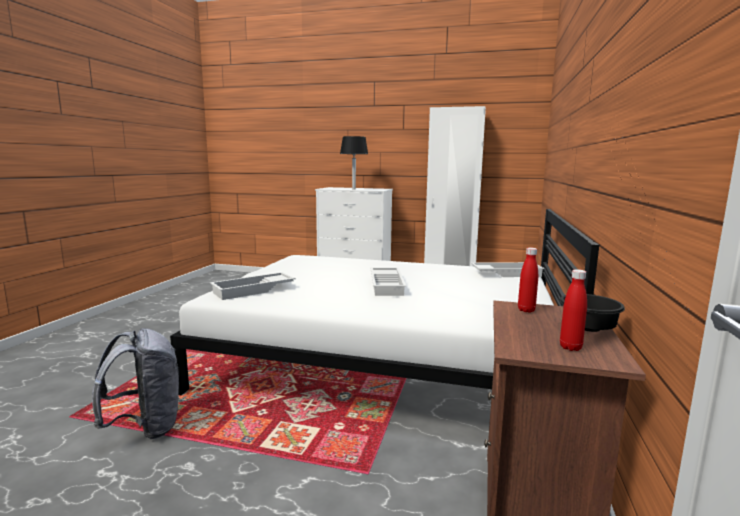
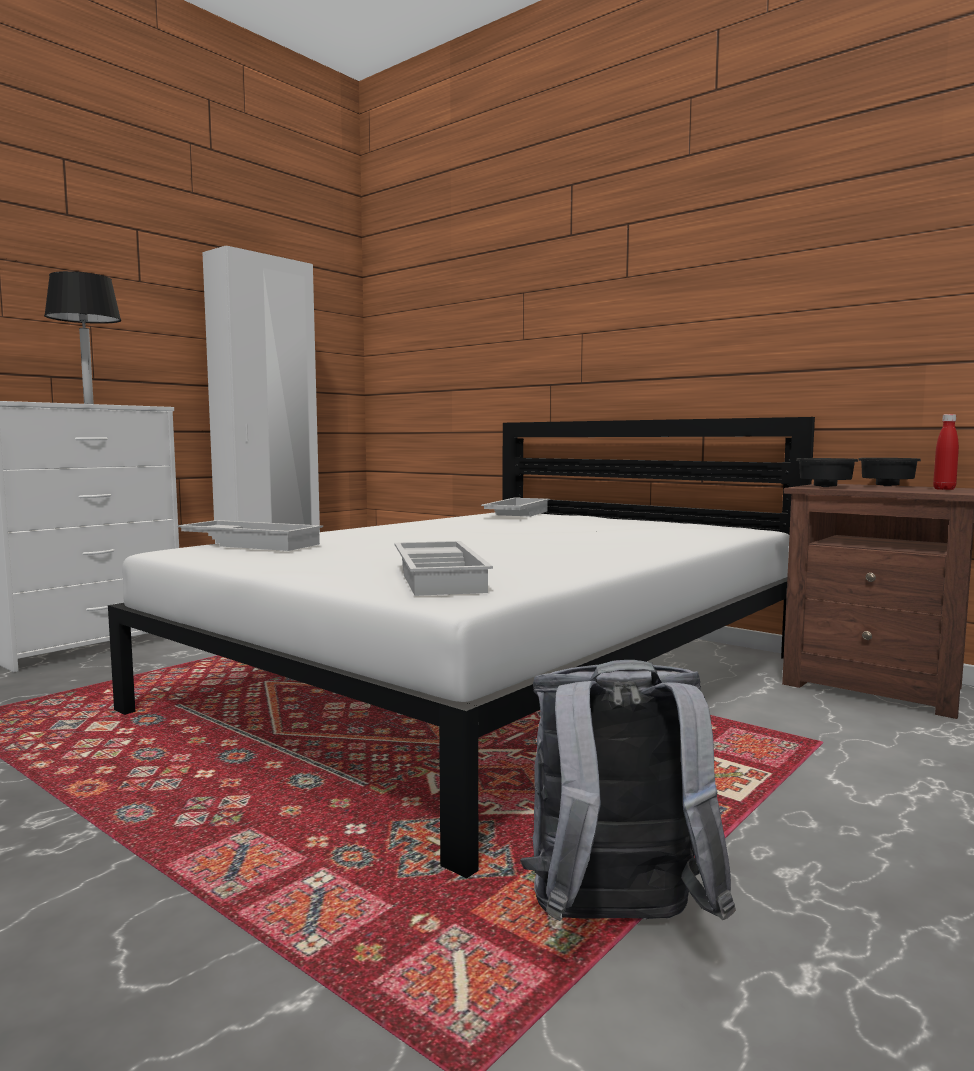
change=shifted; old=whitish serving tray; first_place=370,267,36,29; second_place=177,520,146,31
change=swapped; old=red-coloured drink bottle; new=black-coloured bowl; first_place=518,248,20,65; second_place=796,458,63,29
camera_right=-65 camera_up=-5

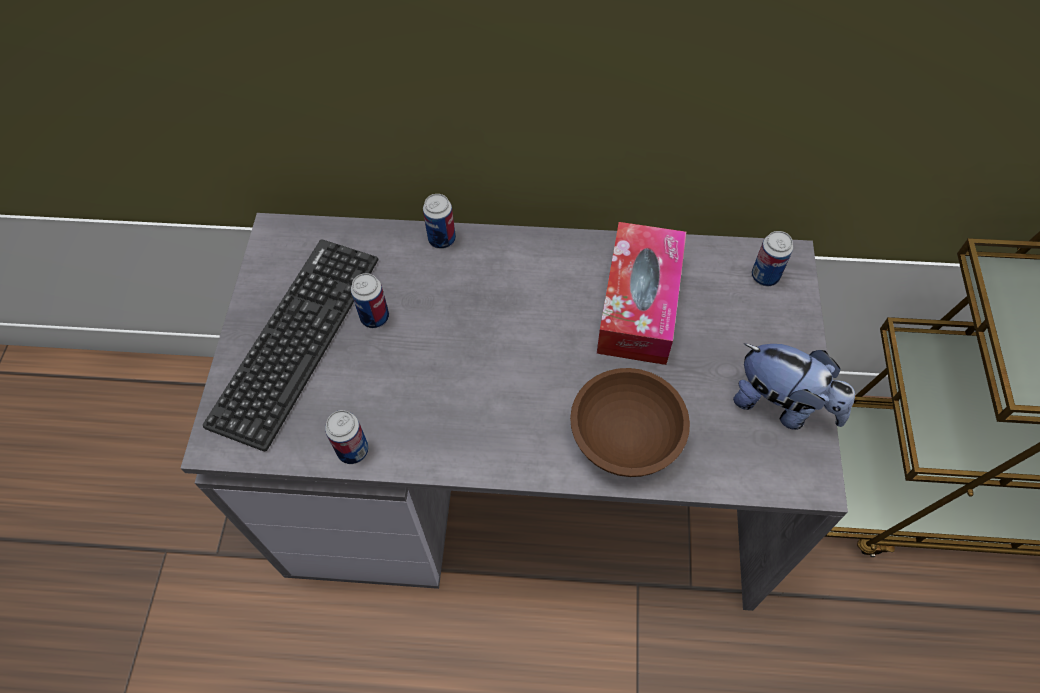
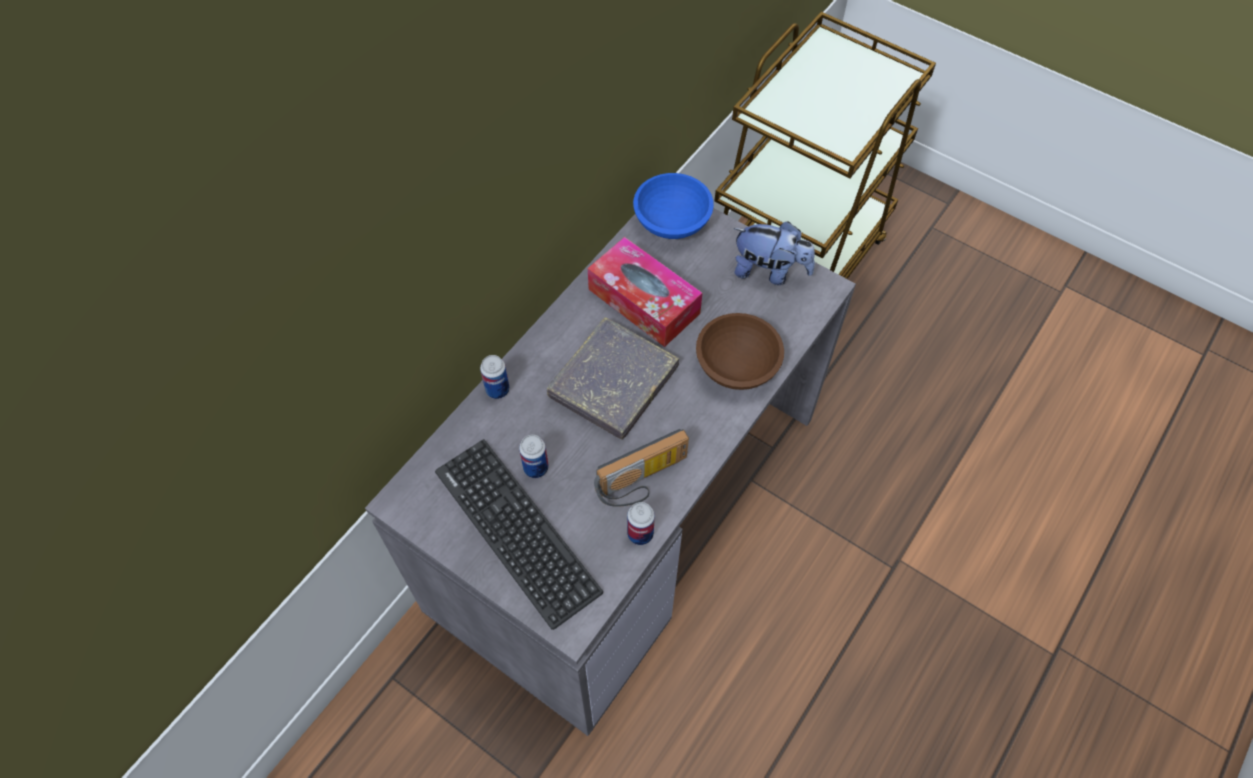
change=new; new=gray volume; second_place=547,317,132,123
change=new; new=radio; second_place=594,429,95,78
change=swapped; old=can; new=bluish bowl; first_place=752,231,41,55; second_place=633,173,81,66
change=rotated; old=cuddly toy; first_place=733,343,122,87; second_place=733,221,82,64; degrees=45
camera_right=-60 camera_up=0

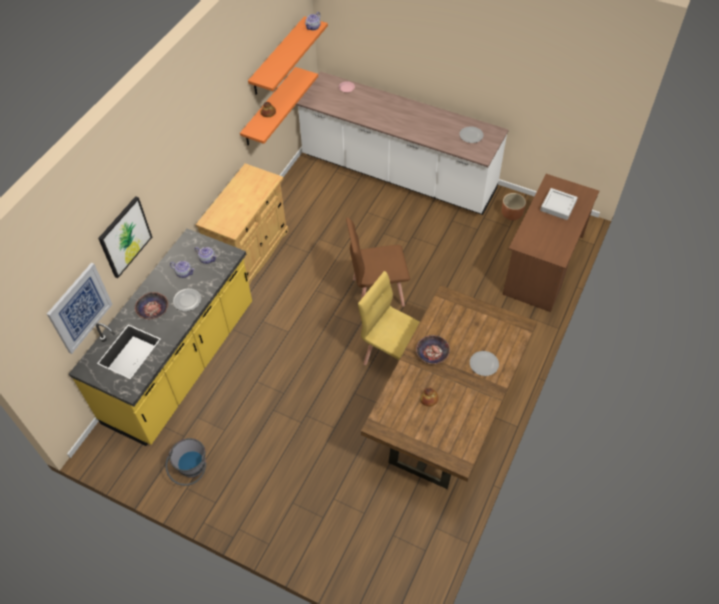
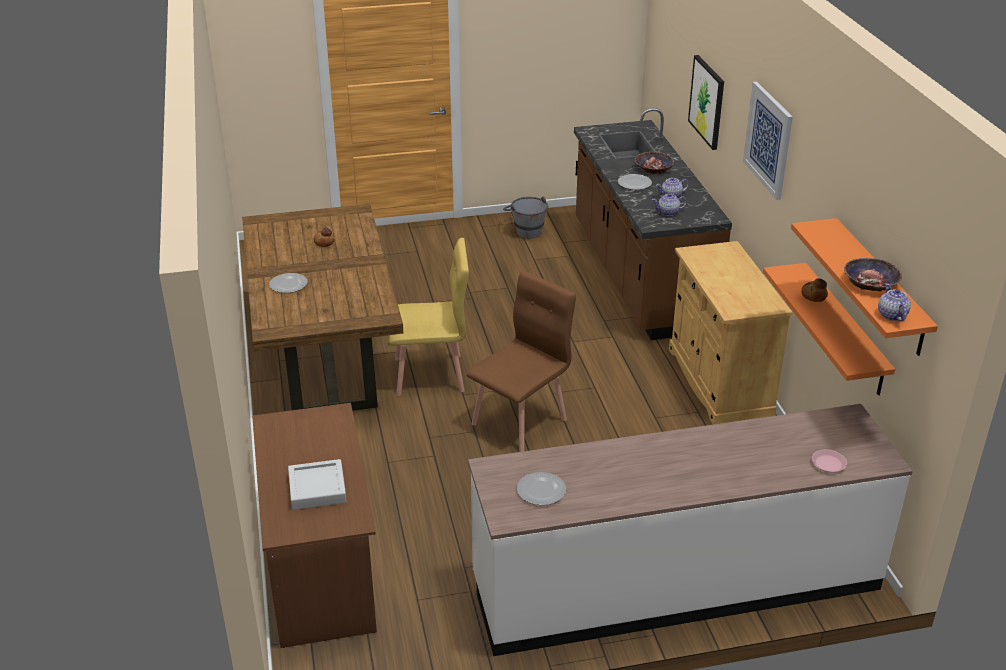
change=repainted; old=yellow-coloured kitchen counter; new=brown-coloured kitchen counter; first_place=69,228,183,218; second_place=574,108,158,232
change=shifted; old=wall art; first_place=47,263,66,91; second_place=743,82,50,118
change=shifted; old=bowl; first_place=416,335,34,29; second_place=844,258,58,33
change=gone; old=brown-coloured flower pot; first_place=502,193,24,27
camera_right=140 camera_up=-20

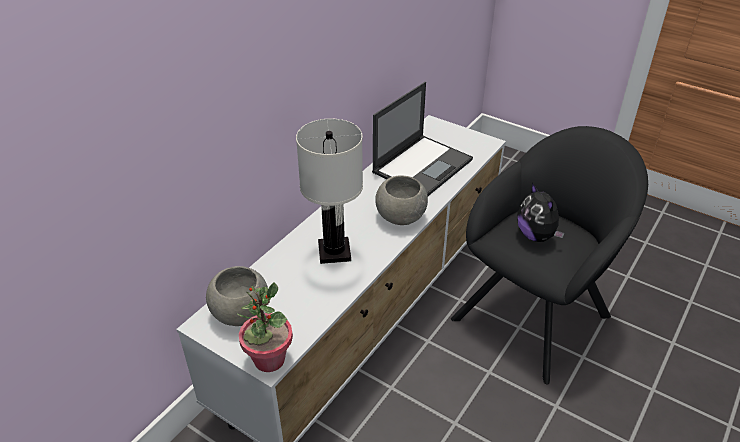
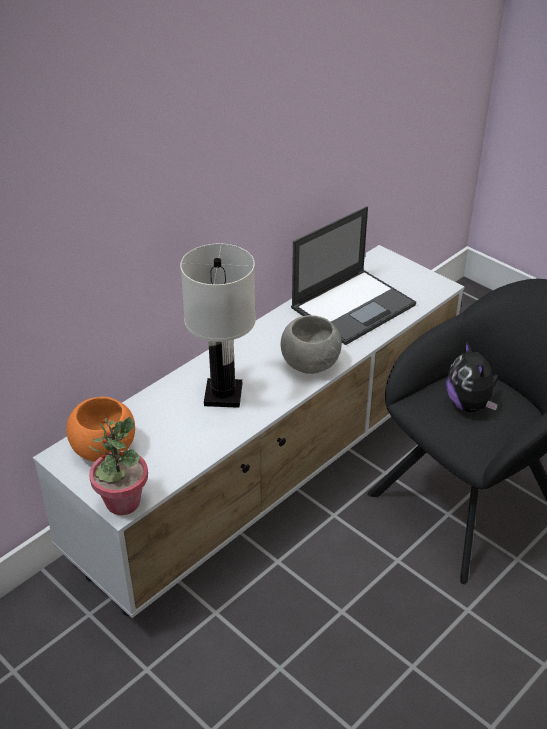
change=repainted; old=gray bowl; new=orange bowl; first_place=206,266,62,60; second_place=66,397,69,65
camera_right=10 camera_up=0

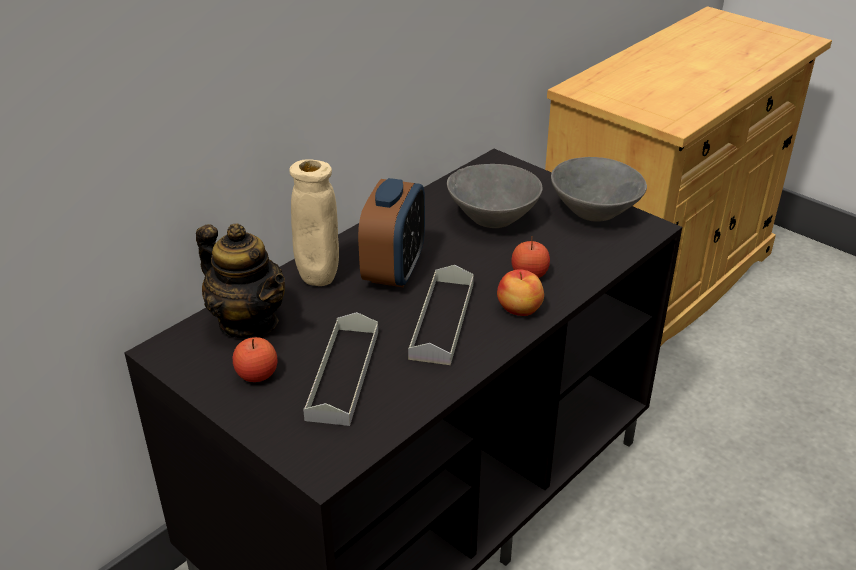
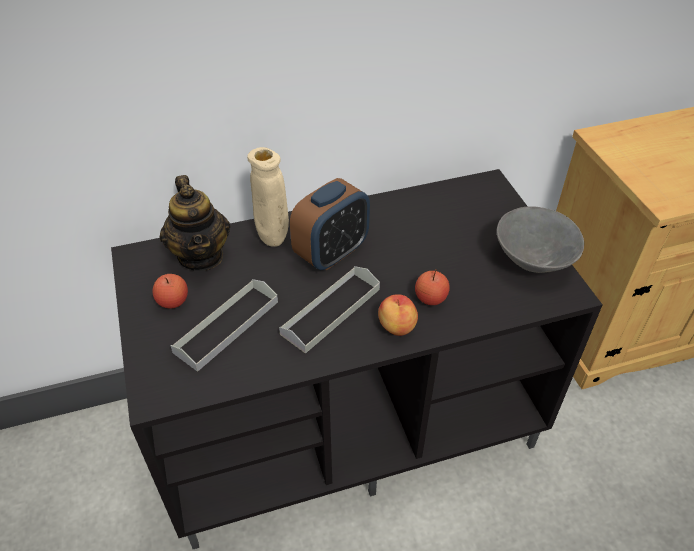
change=gone; old=gray bowl; first_place=447,164,96,64
camera_right=30 camera_up=10

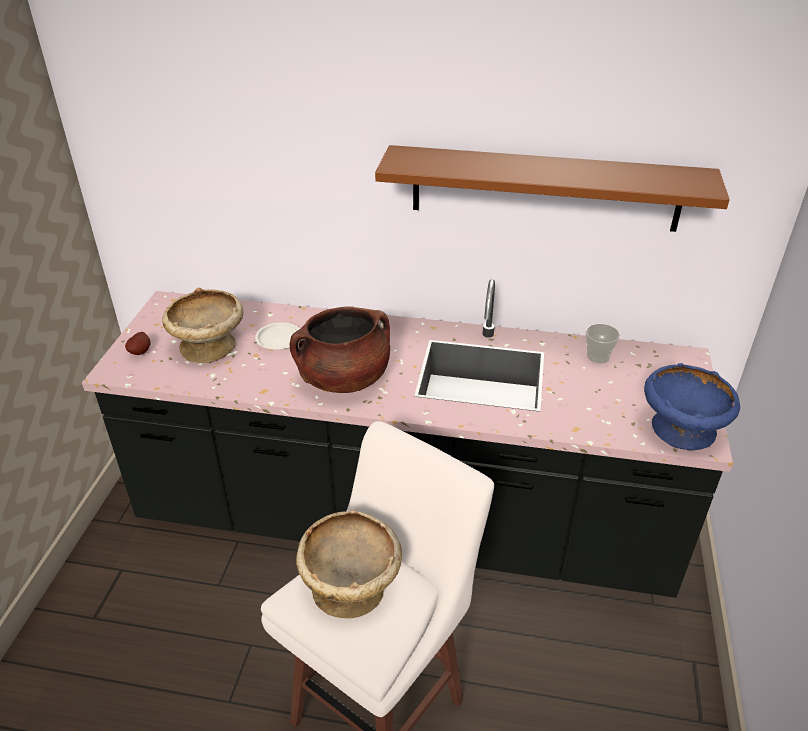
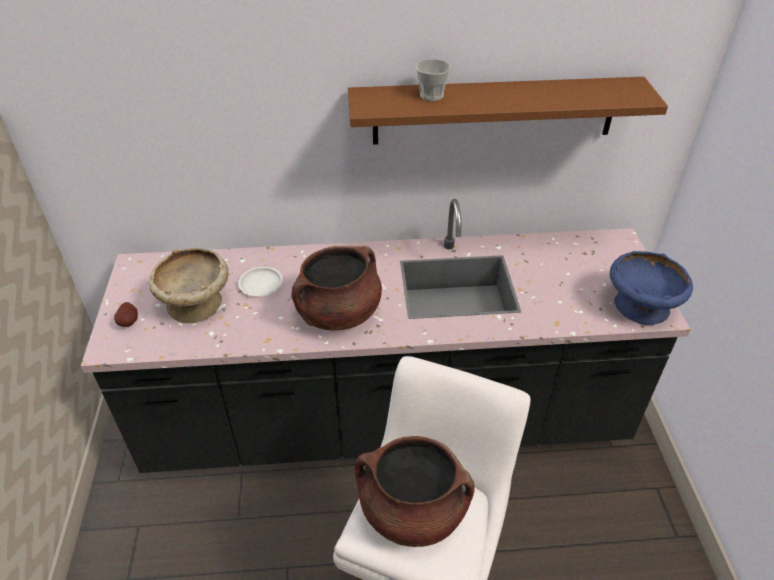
change=swapped; old=sand-coloured bowl; new=brown-coloured cooking pot; first_place=296,510,106,109; second_place=355,436,120,111
change=shifted; old=small cup; first_place=586,324,34,39; second_place=415,59,36,42
camera_right=-15 camera_up=5

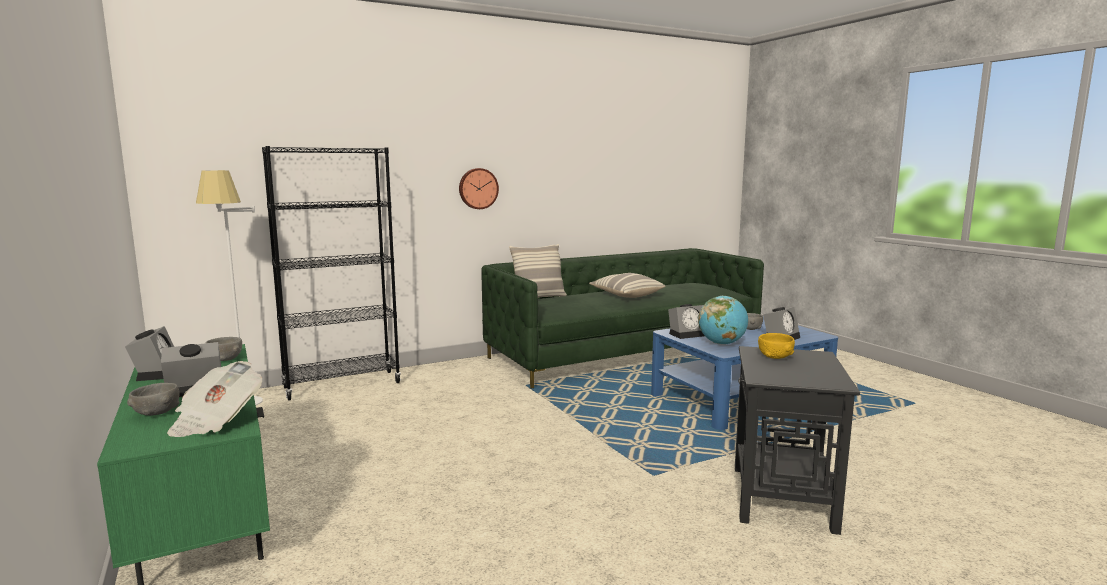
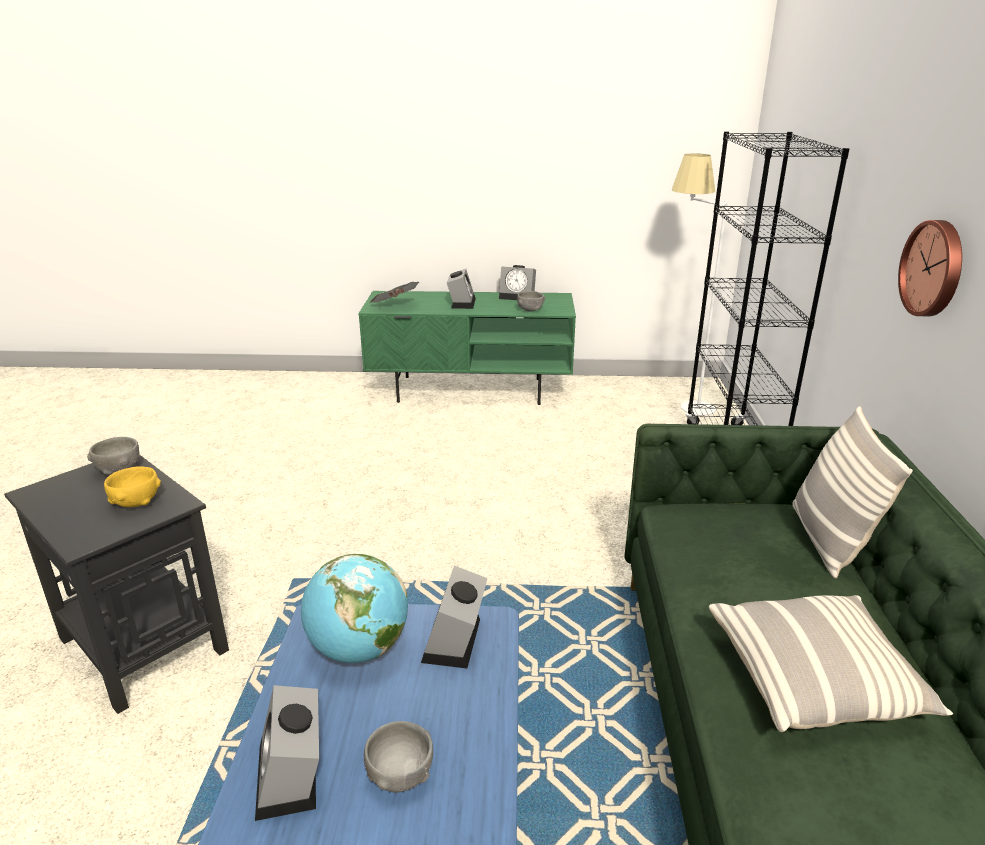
change=shifted; old=gray bowl; first_place=127,383,53,33; second_place=87,437,53,38
camera_right=120 camera_up=15

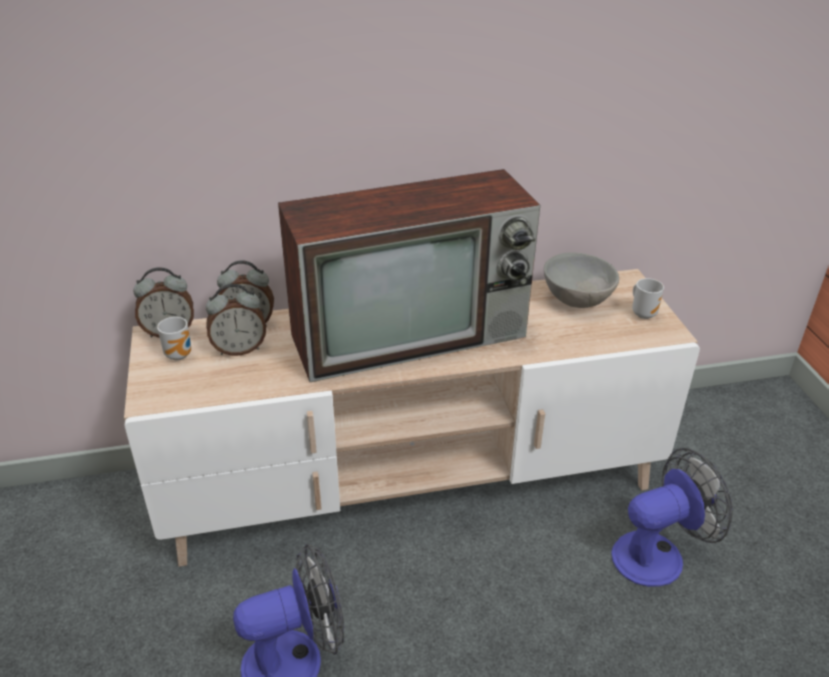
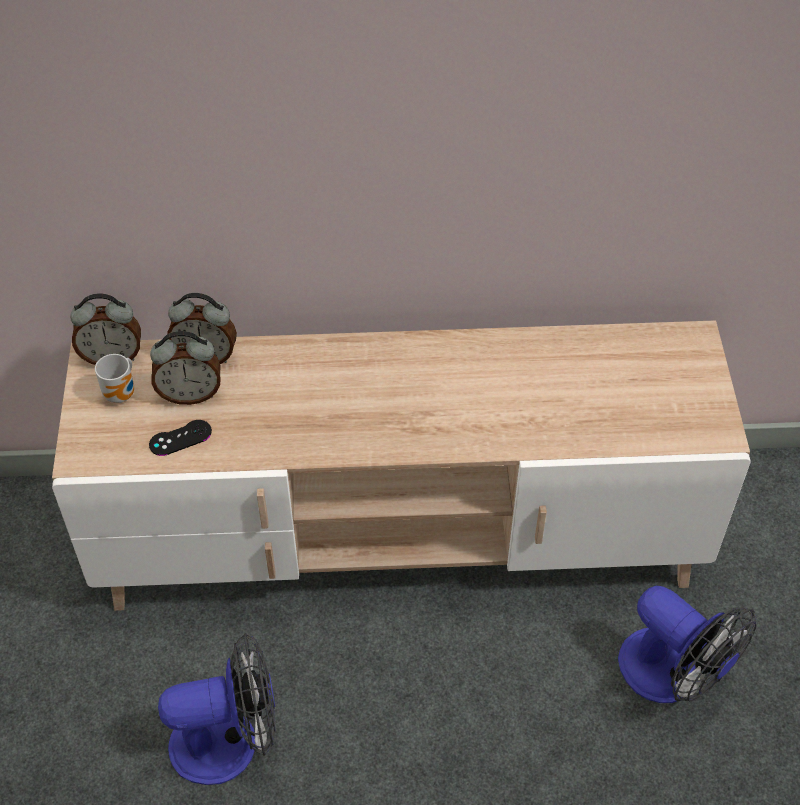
change=new; new=black-coloured joypad; second_place=149,420,63,36
change=rotated; old=cooling fan; first_place=611,448,122,139; second_place=618,586,139,117; degrees=60
change=gone; old=television; first_place=278,169,262,213
change=gone; old=gray bowl; first_place=544,253,75,55
change=gone; old=mug; first_place=632,278,32,41
camera_right=10 camera_up=15

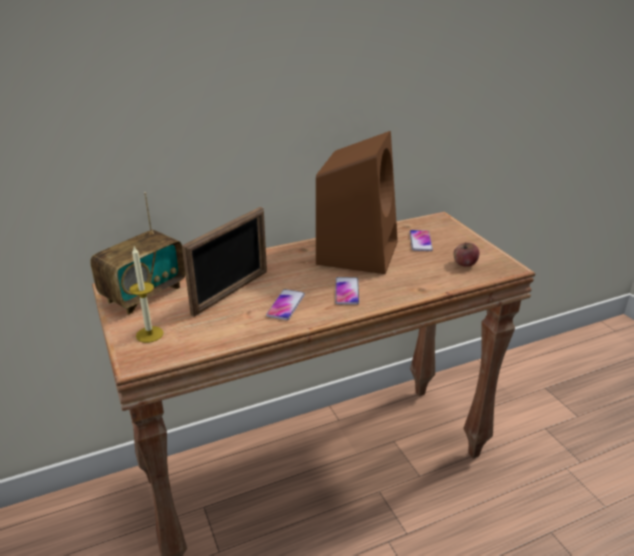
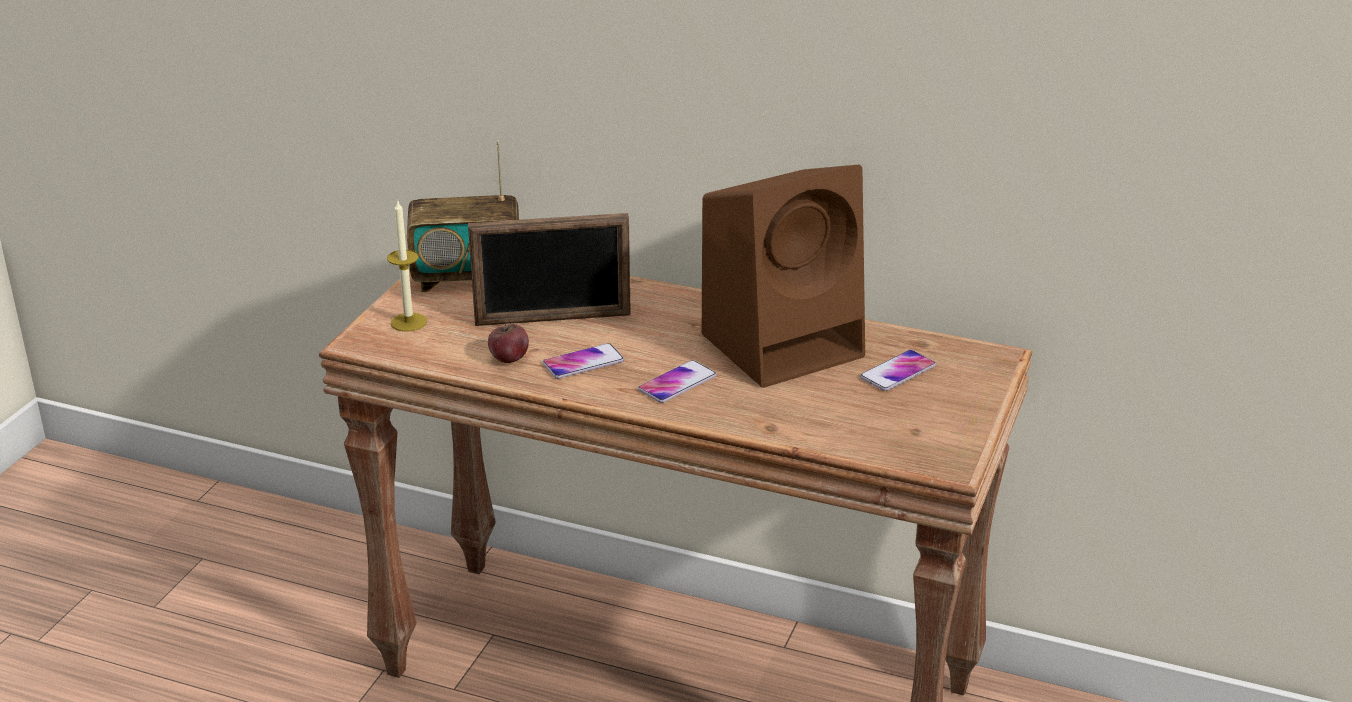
change=shifted; old=whole apple; first_place=454,243,26,24; second_place=488,322,41,41
camera_right=45 camera_up=0

